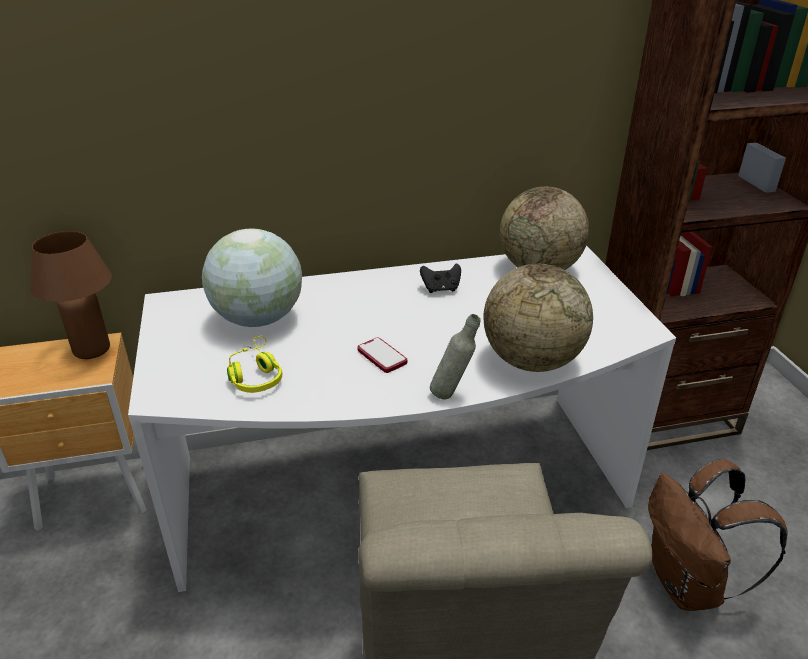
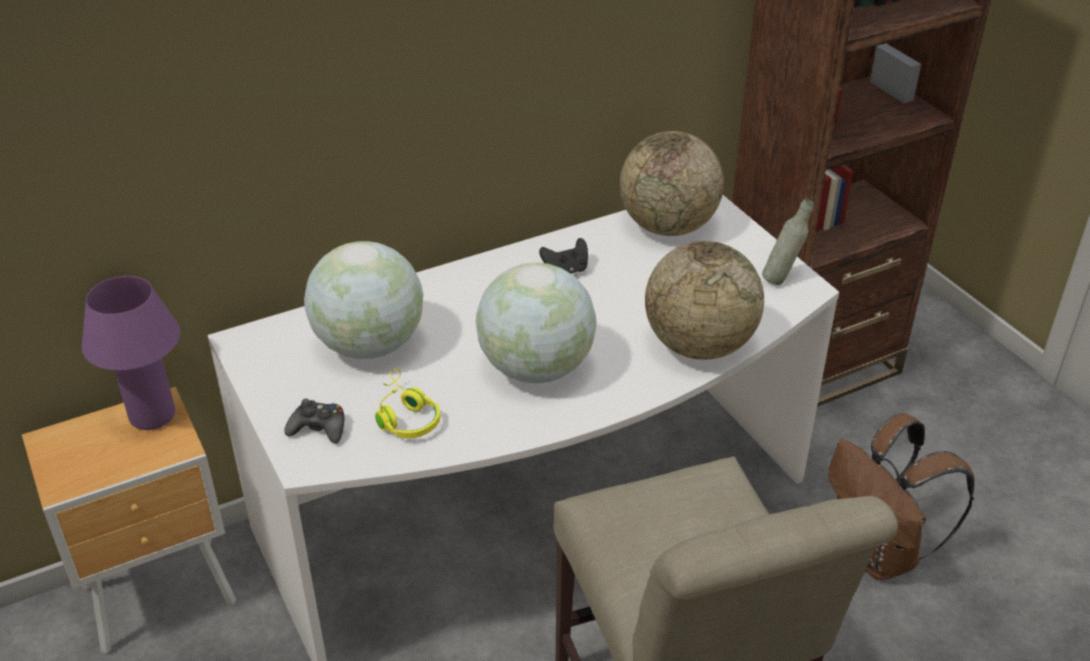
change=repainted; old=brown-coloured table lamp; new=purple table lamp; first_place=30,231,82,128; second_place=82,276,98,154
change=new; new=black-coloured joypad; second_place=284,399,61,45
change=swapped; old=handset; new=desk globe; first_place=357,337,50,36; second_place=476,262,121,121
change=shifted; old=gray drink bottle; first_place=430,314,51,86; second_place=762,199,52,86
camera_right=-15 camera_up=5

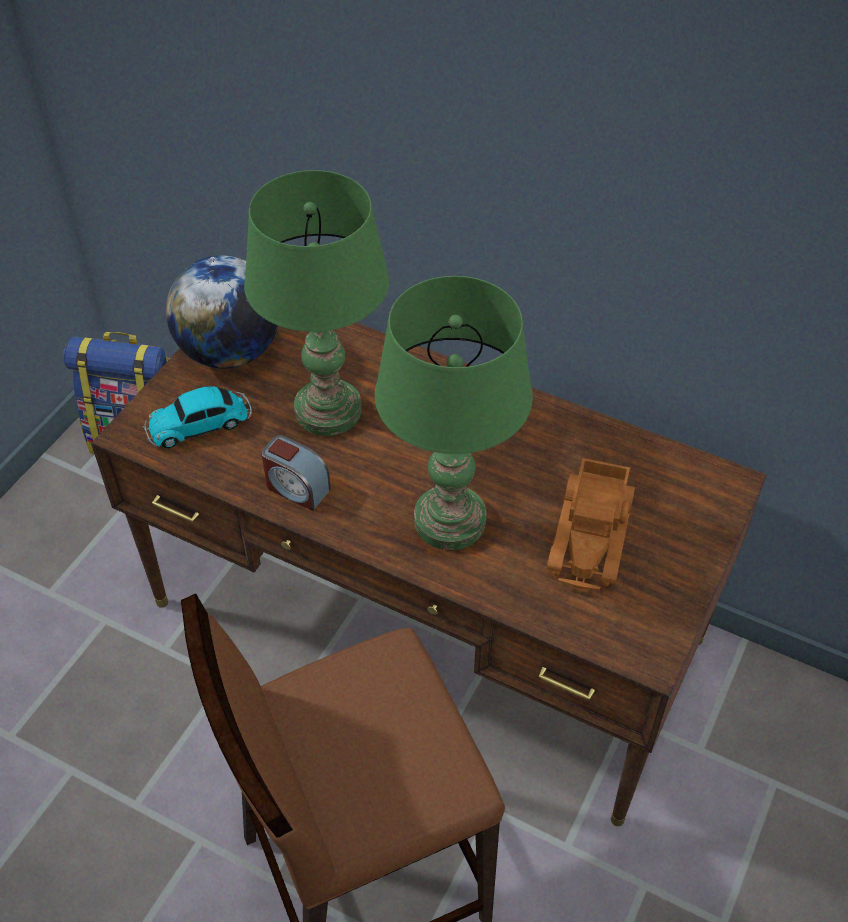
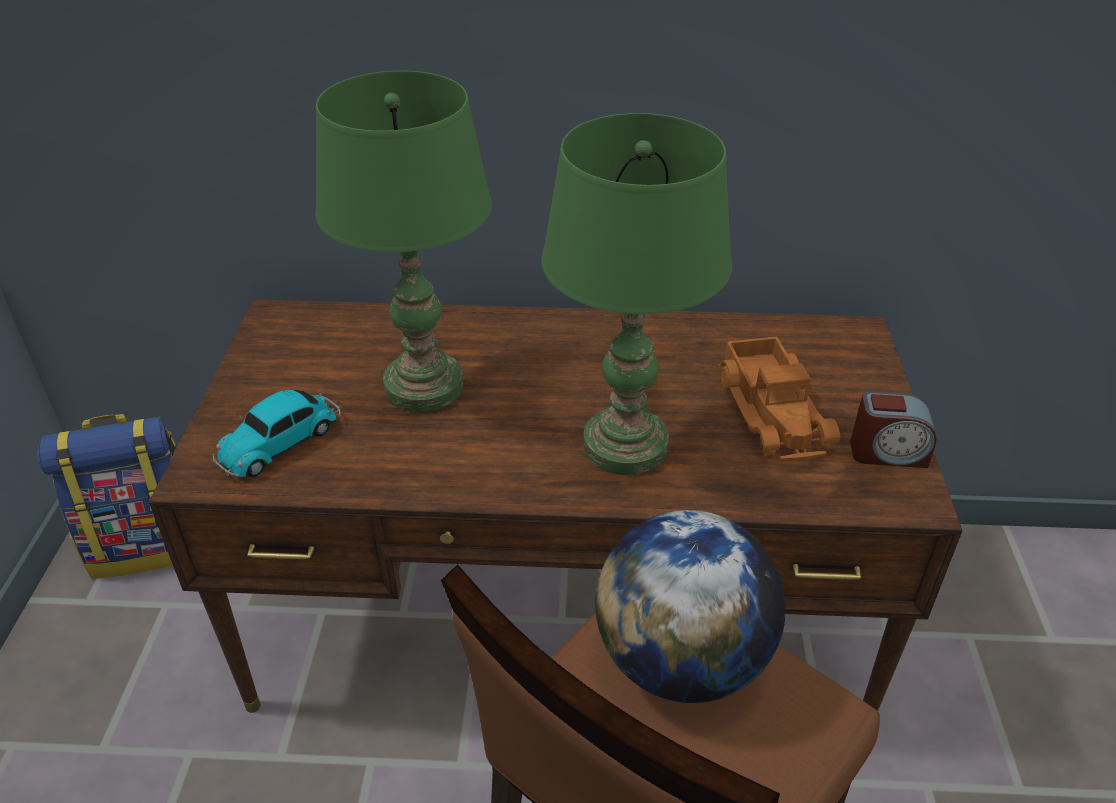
change=shifted; old=desk globe; first_place=166,255,112,114; second_place=595,510,191,193
change=shifted; old=table clock; first_place=261,435,70,76; second_place=850,391,87,77
camera_right=-25 camera_up=-10

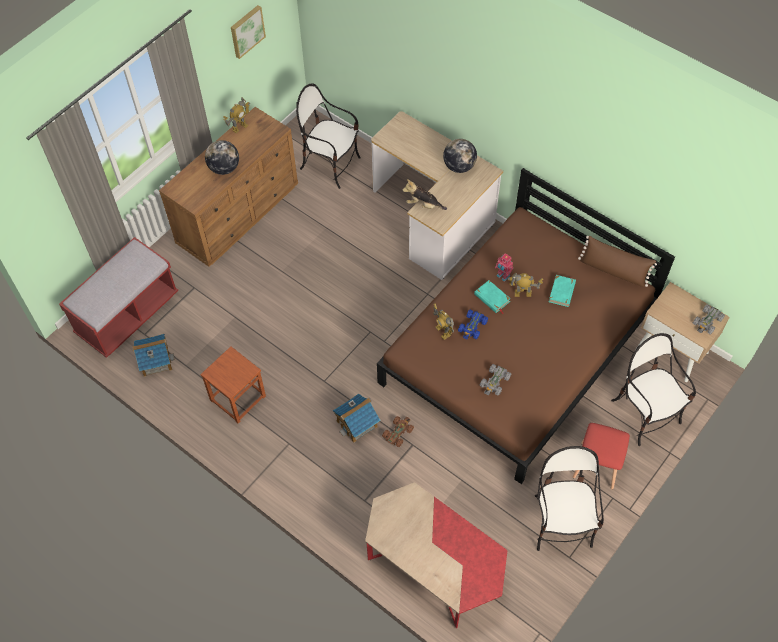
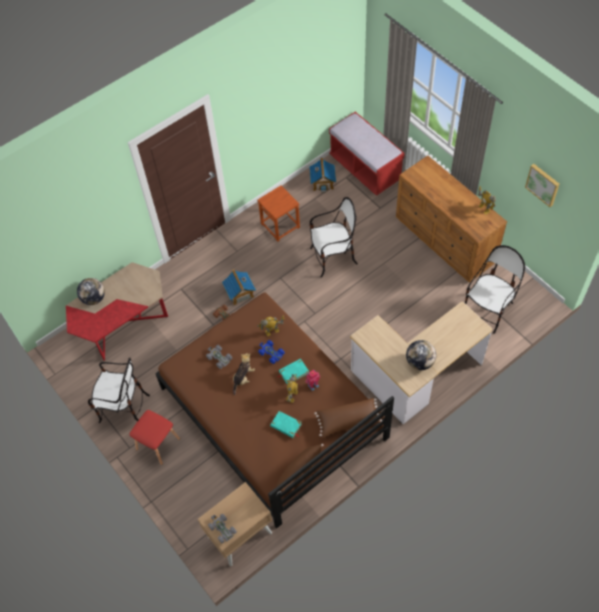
change=shifted; old=desk globe; first_place=205,140,34,35; second_place=77,278,28,27
change=shifted; old=cuddly toy; first_place=402,179,45,31; second_place=233,353,22,42
change=shifted; old=chair; first_place=611,333,85,113; second_place=310,197,48,80
change=new; new=brown-coloured pillow; second_place=314,398,68,40
camera_right=105 camera_up=0

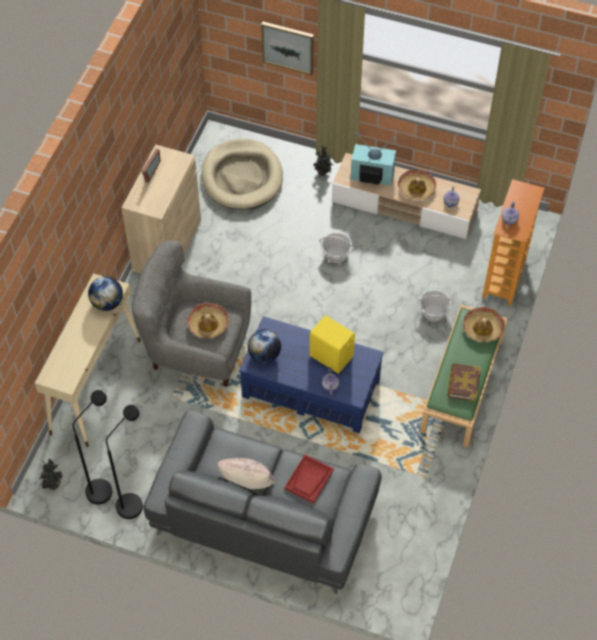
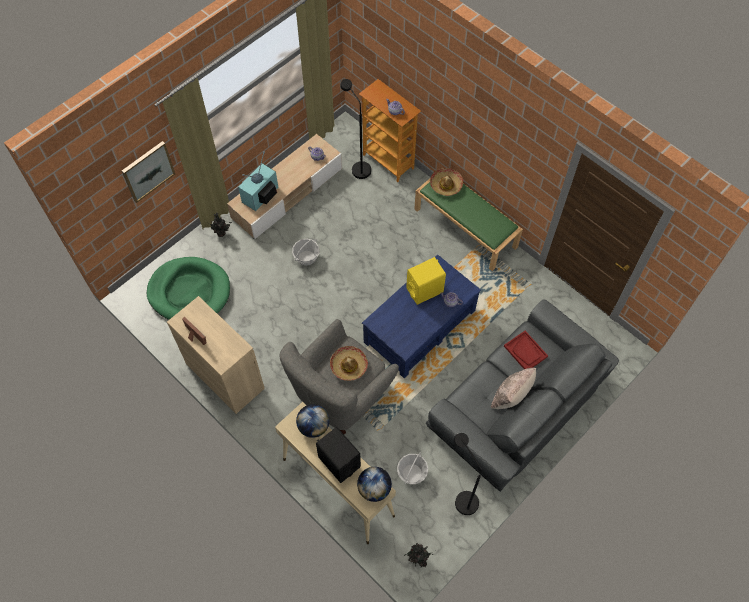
change=repainted; old=sand-coloured dog cushion; new=green-coloured dog cushion; first_place=201,139,82,71; second_place=147,257,83,63
change=new; new=black-coloured audio speaker; second_place=316,427,45,56
change=shifted; old=black-coloured floor lamp; first_place=73,390,39,115; second_place=340,79,31,100
change=shifted; old=desk globe; first_place=247,329,34,34; second_place=357,467,35,35
change=shifted; old=household basket; first_place=417,290,37,32; second_place=397,452,31,32
change=gone; old=clothing hat; first_place=398,169,38,31
change=gone; old=volume; first_place=448,363,33,39
camera_right=-65 camera_up=5

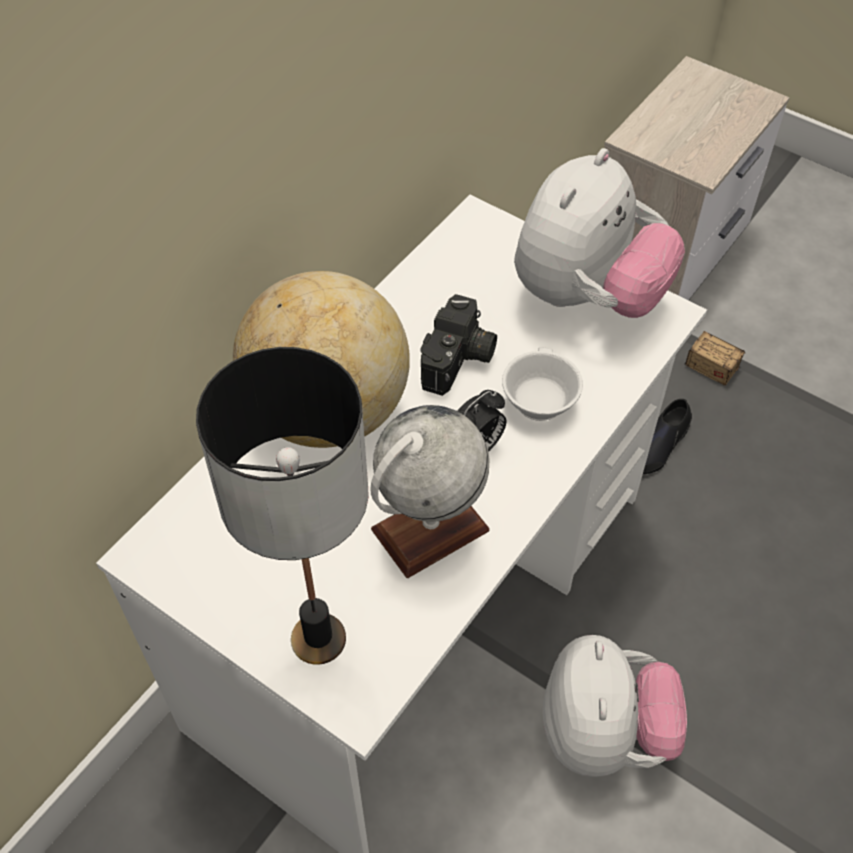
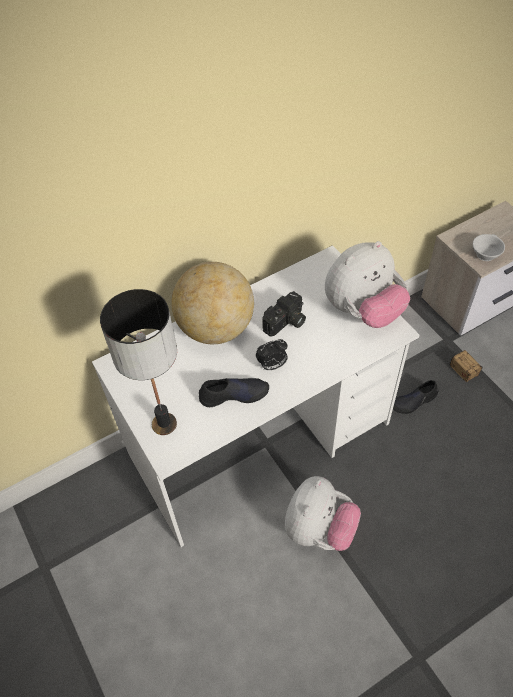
change=swapped; old=desk globe; new=black-coloured low shoe; first_place=370,405,120,173; second_place=199,378,70,29
change=shifted; old=whitish small cup; first_place=502,347,81,74; second_place=473,234,32,27
camera_right=25 camera_up=0

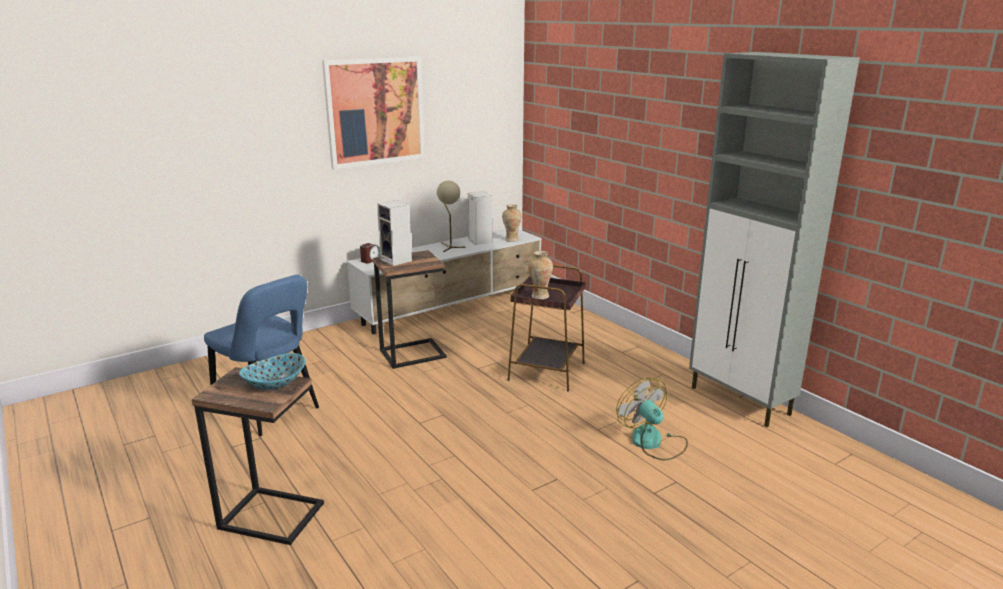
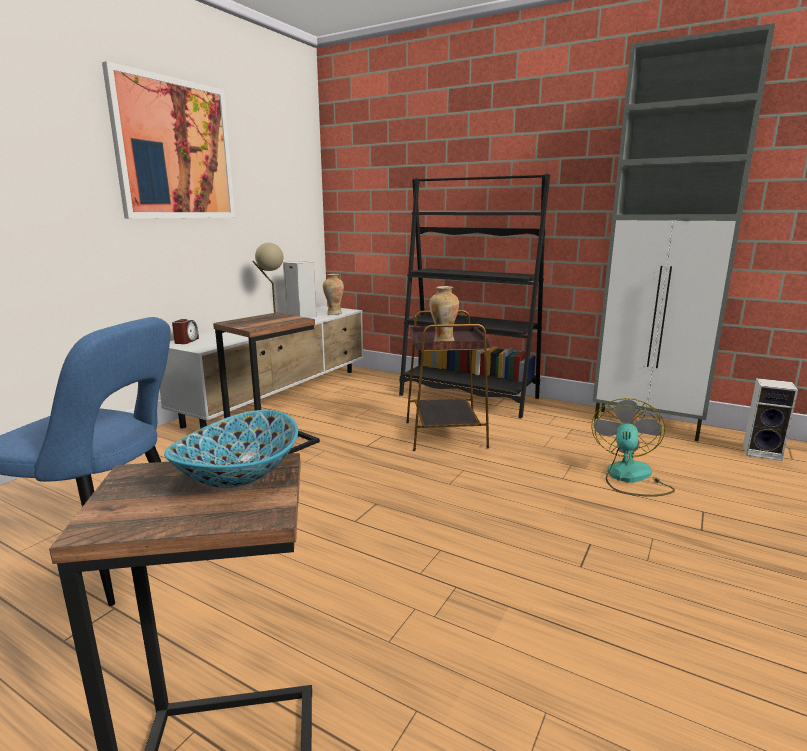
change=new; new=black-coloured bookcase; second_place=399,174,151,244
change=rotated; old=cooling fan; first_place=616,378,72,83; second_place=591,398,84,99; degrees=75
change=shifted; old=audio speaker; first_place=377,200,35,66; second_place=743,378,55,83
camera_right=-25 camera_up=-5

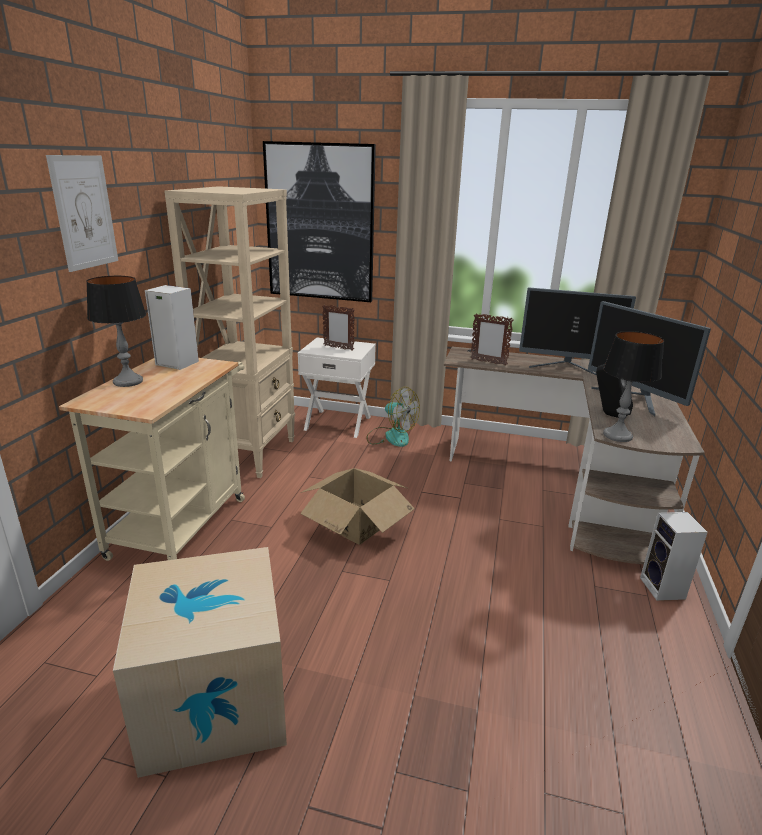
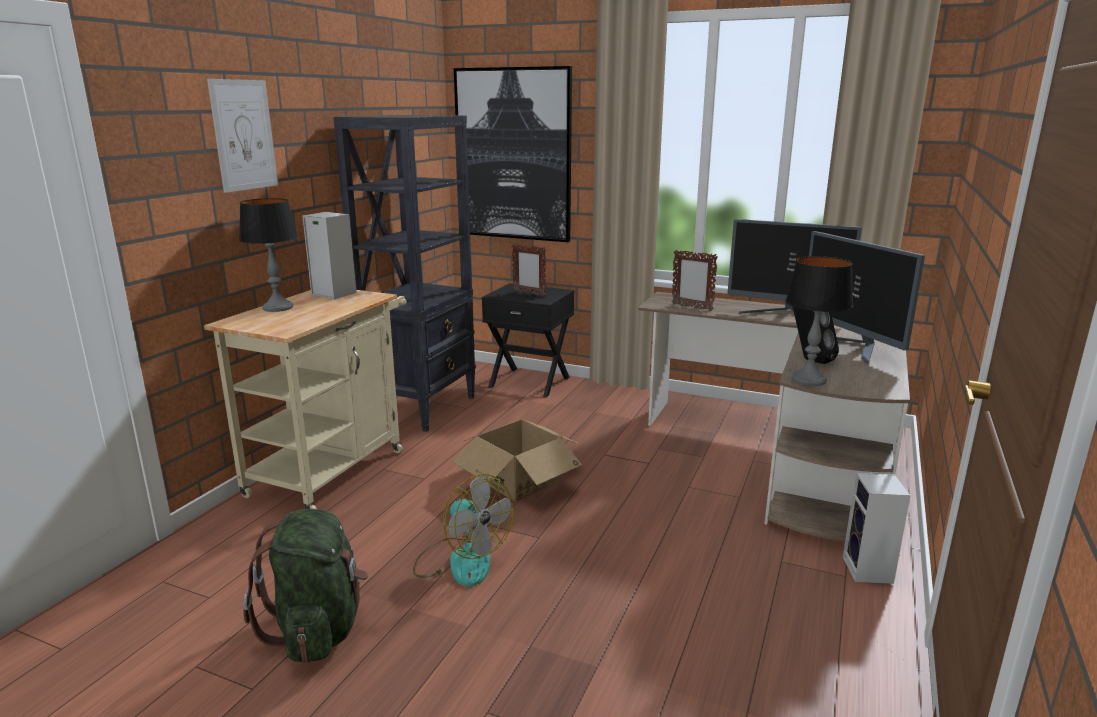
change=swapped; old=cardboard box; new=green-coloured backpack; first_place=113,547,174,231; second_place=243,509,125,154
change=repainted; old=sand-coloured bookcase; new=black-coloured bookcase; first_place=164,186,131,292; second_place=333,115,143,317
change=shifted; old=cooling fan; first_place=367,387,53,60; second_place=413,474,101,113
change=repainted; old=whitish nightstand; new=black-coloured nightstand; first_place=298,338,78,100; second_place=482,283,92,115
camera_right=10 camera_up=-5

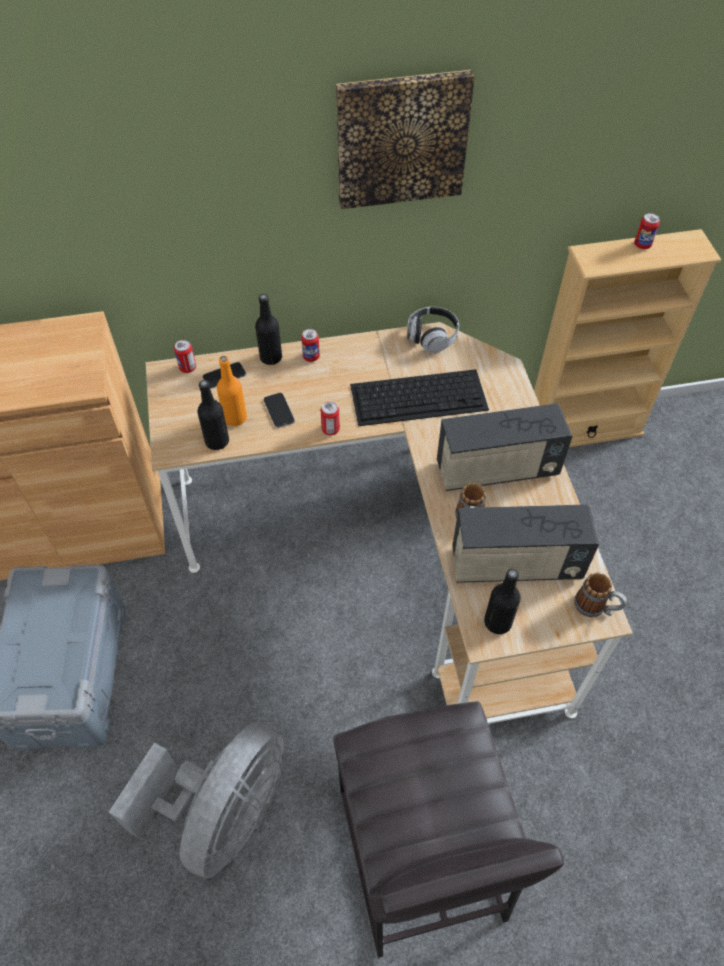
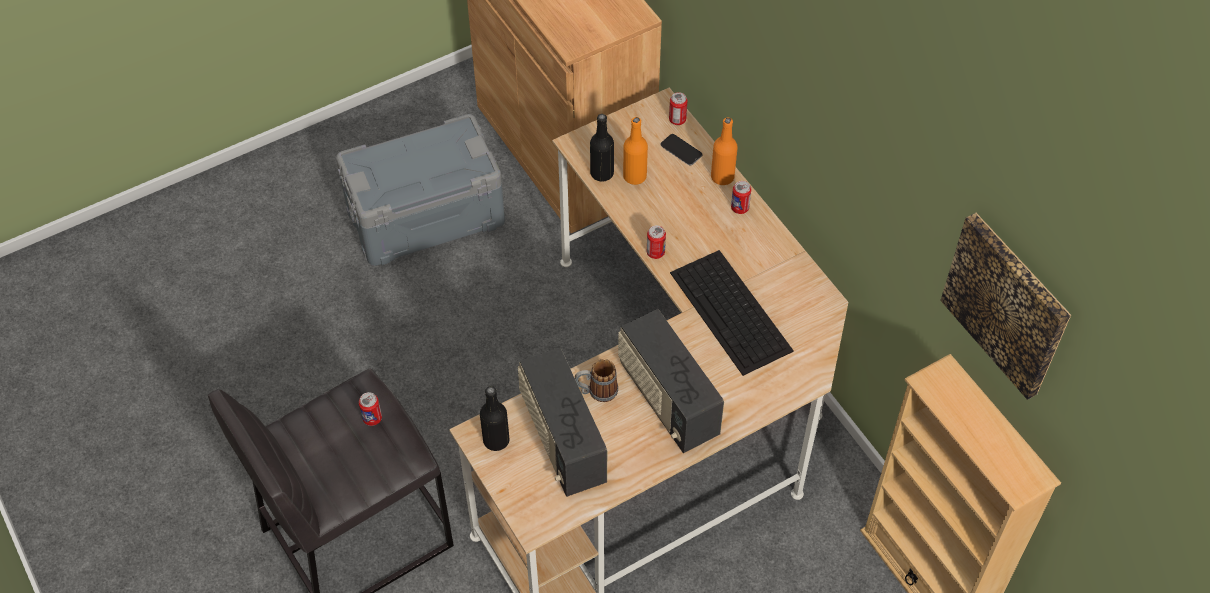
change=shifted; old=can; first_place=634,213,26,36; second_place=359,392,23,34
change=repainted; old=black-coloured drink bottle; new=orange drink bottle; first_place=255,294,27,71; second_place=711,117,27,68
change=shifted; old=wall art; first_place=336,70,139,139; second_place=940,213,131,187
change=gone; old=gray cooling fan; first_place=109,722,176,156
change=gone; old=handset; first_place=264,393,31,35
change=gone; old=headphones; first_place=407,307,52,46
change=gone; old=mug; first_place=574,573,53,44
camera_right=70 camera_up=0

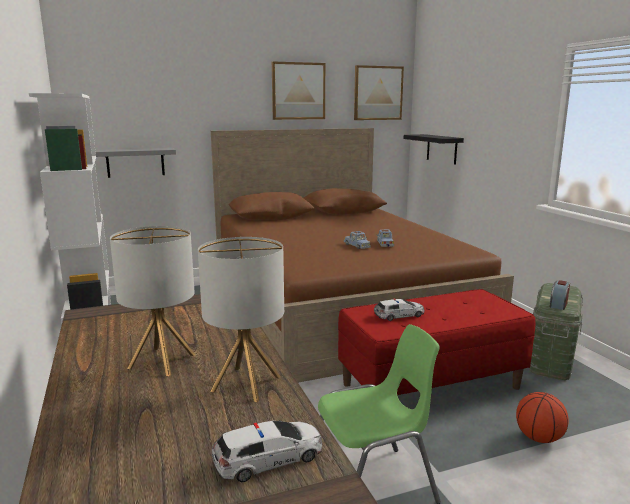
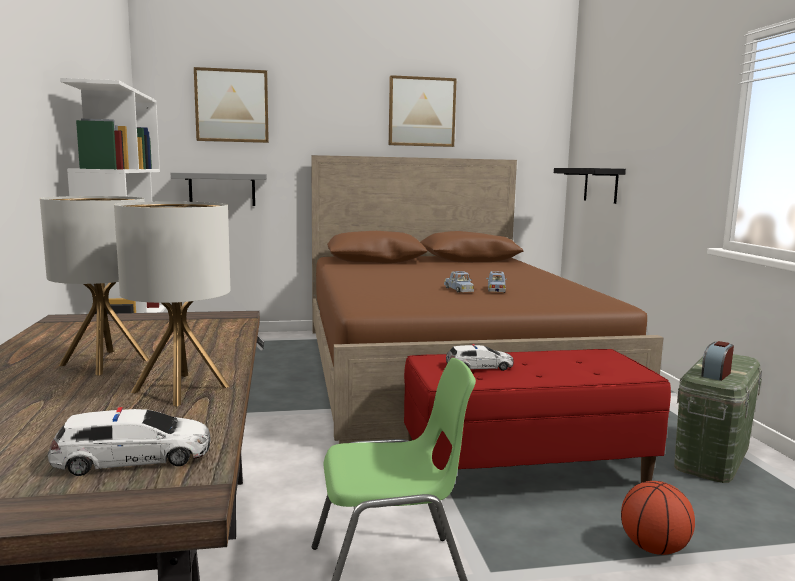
change=shifted; old=wall art; first_place=354,65,50,55; second_place=194,67,75,76
camera_right=10 camera_up=-5

